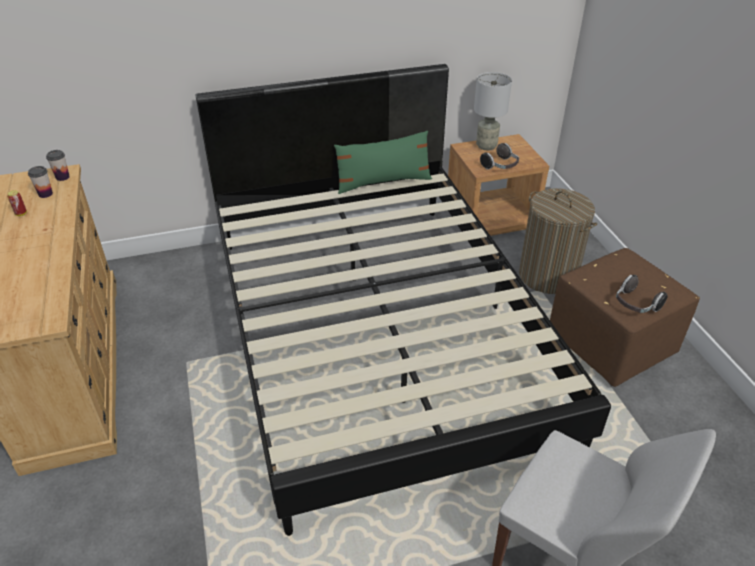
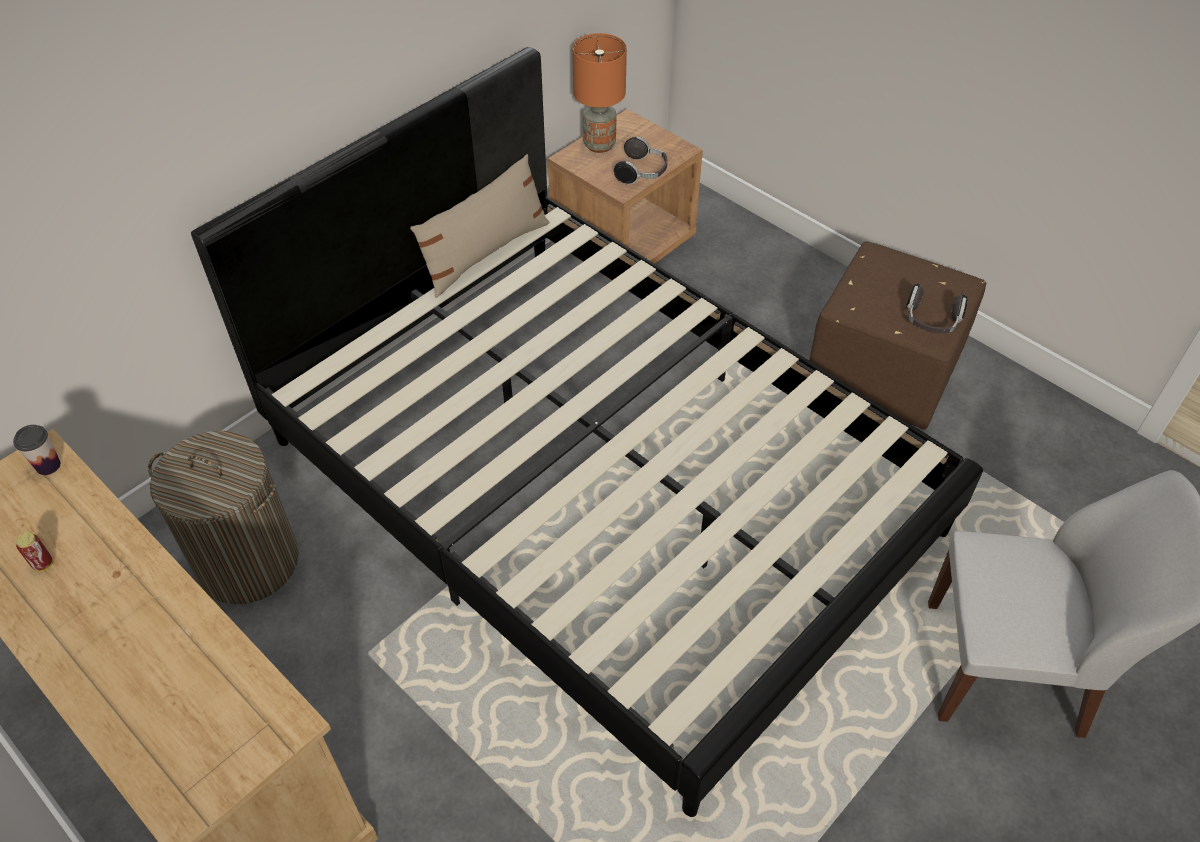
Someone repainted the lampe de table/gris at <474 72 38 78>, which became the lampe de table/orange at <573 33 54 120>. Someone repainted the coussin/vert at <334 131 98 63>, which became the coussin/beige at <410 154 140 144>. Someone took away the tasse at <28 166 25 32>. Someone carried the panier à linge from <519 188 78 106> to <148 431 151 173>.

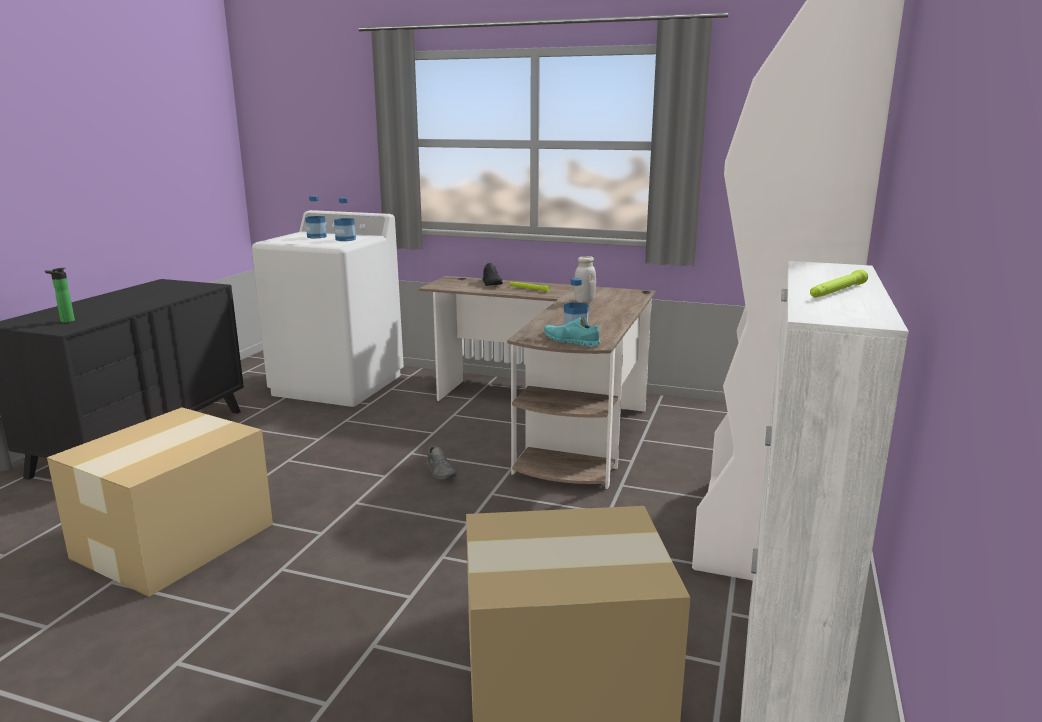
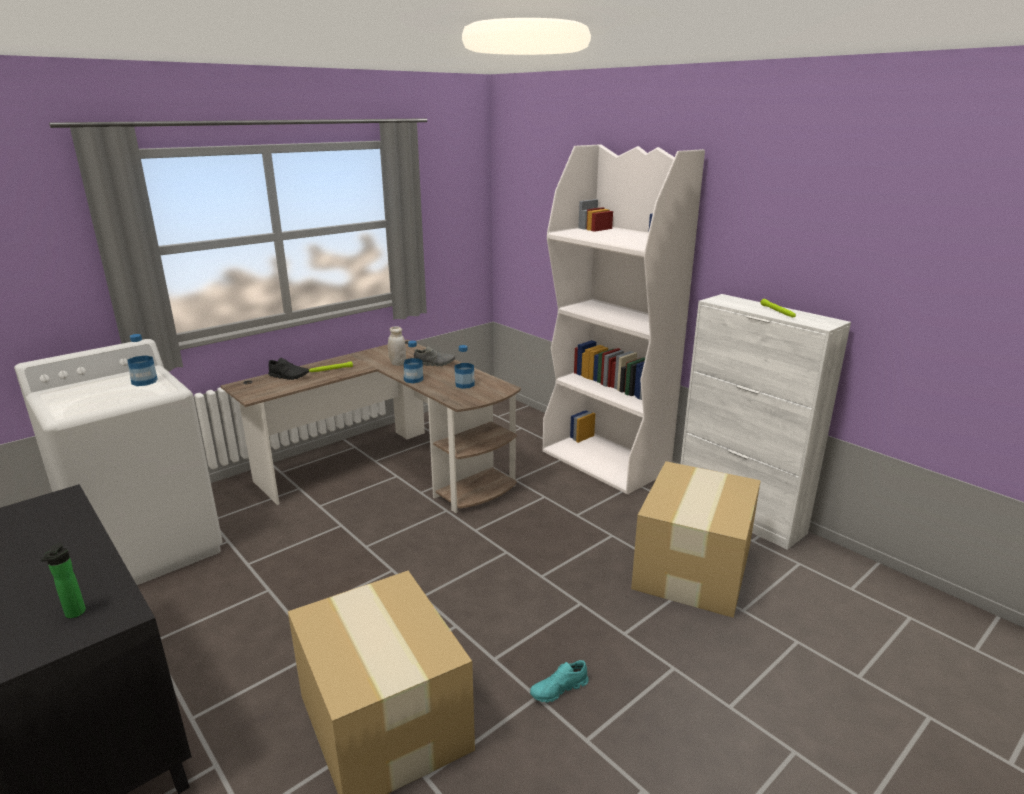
Someone carried the bouteille from <305 196 21 42> to <404 341 19 42>. Someone carried the chaussure/turquoise from <544 317 57 30> to <530 660 59 43>. Someone carried the chaussure/gris from <426 446 31 34> to <414 346 41 20>.

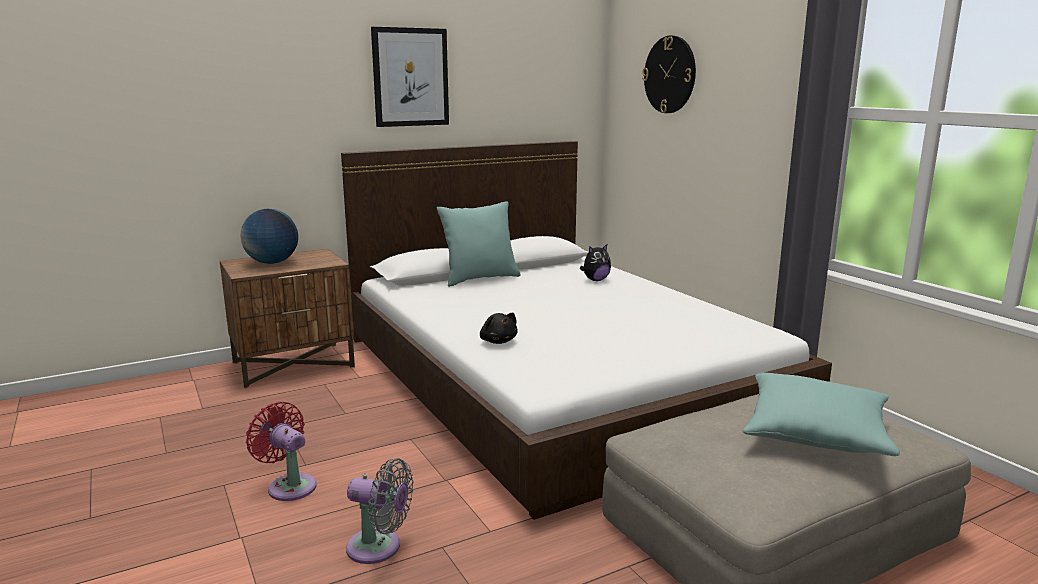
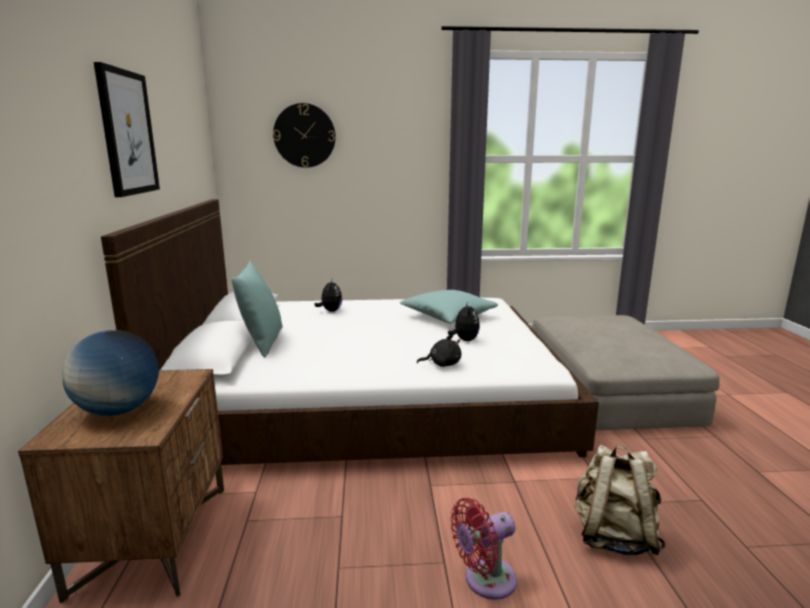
Someone carried the coussin/turquoise from <742 373 158 83> to <400 290 98 34>. Someone swapped the ventilateur/gris at <346 458 67 106> for the sac à dos/beige at <574 445 92 111>. Someone put down the peluche at <448 301 32 40>.

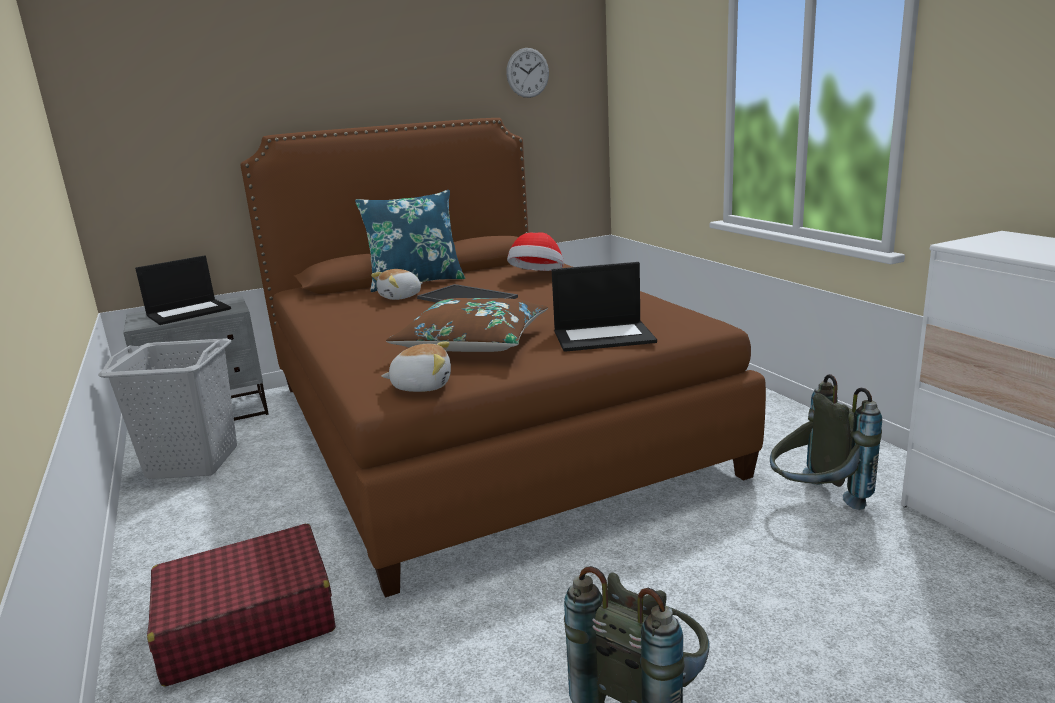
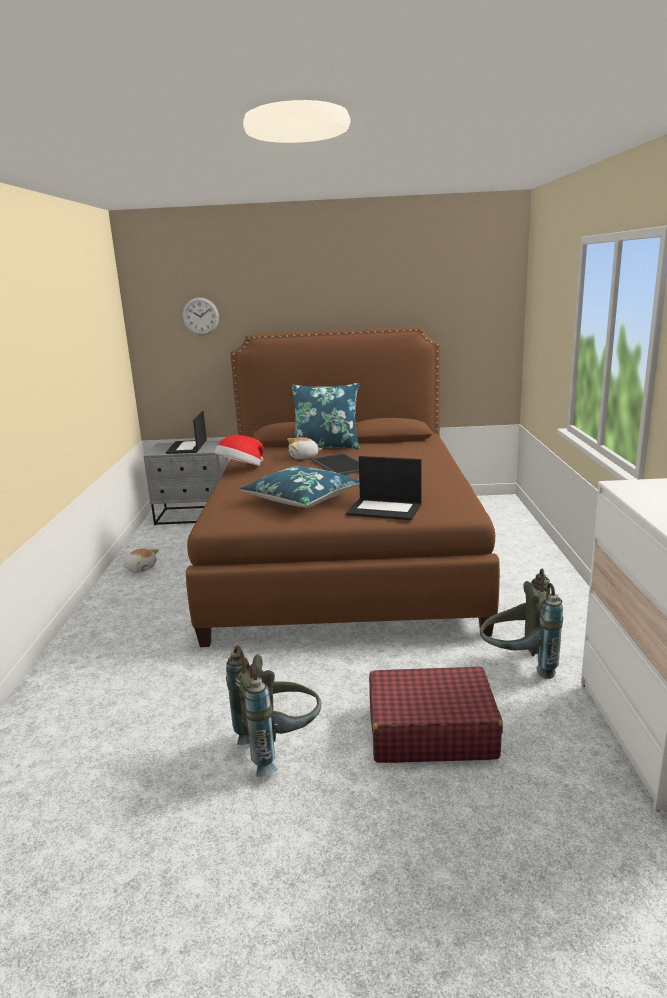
Someone carried the horloge murale from <506 48 43 50> to <183 297 36 38>. Someone carried the chapeau from <507 232 56 39> to <214 435 50 31>. Someone rotated the ordinateur portable at <135 255 96 70> by 105 degrees clockwise. Someone repainted the coussin/marron at <386 298 162 54>, which became the coussin/bleu at <240 466 119 42>. Someone took away the panier à linge/gris at <98 338 139 141>. Someone carried the peluche from <381 341 70 51> to <124 548 35 25>. Someone carried the valise/rouge from <147 524 189 162> to <369 666 134 97>.

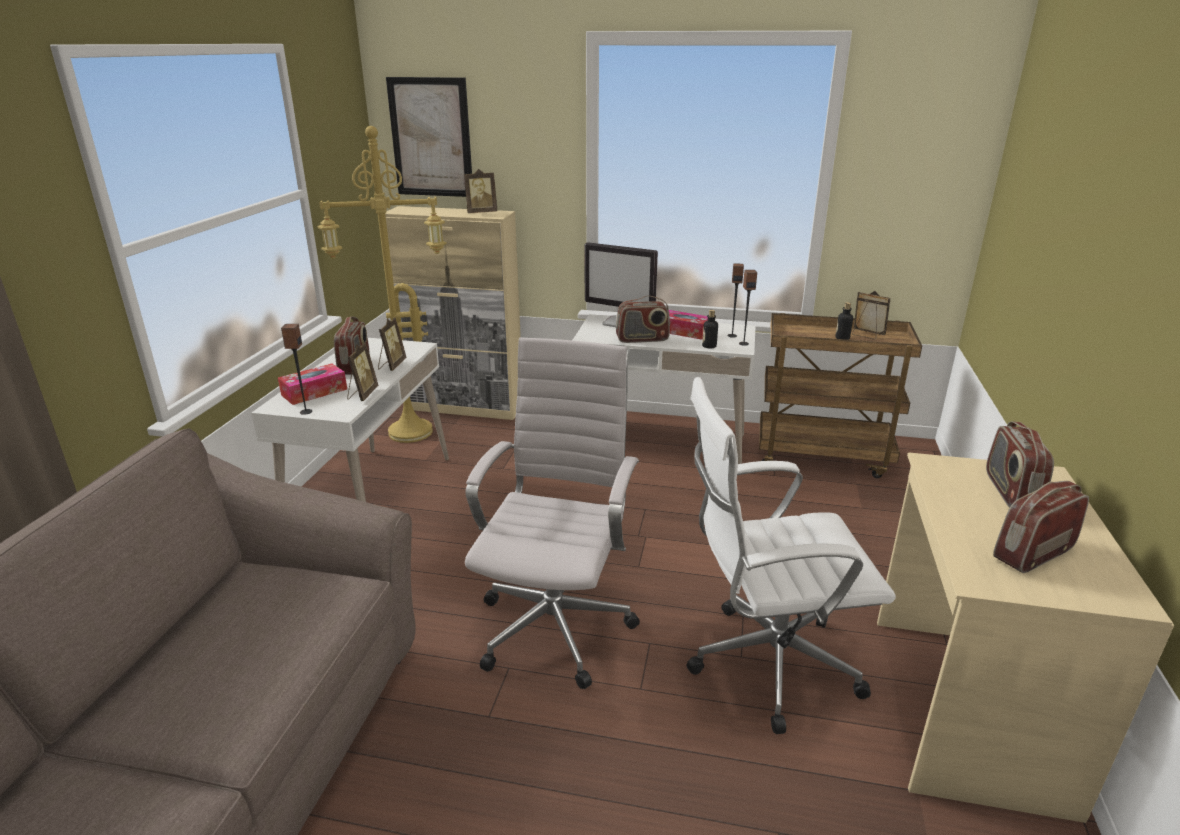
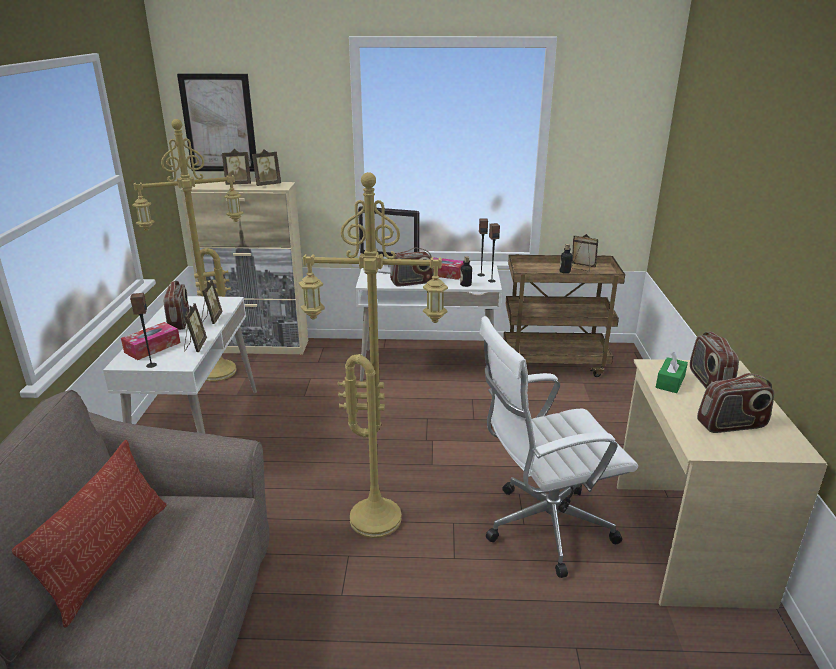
Someone swapped the chaise de bureau/blanc at <465 337 175 352> for the lampadaire/jaune at <299 172 149 366>. Someone rotated the radio at <993 481 96 92> by 150 degrees counterclockwise. Someone put down the cadre photo at <222 149 29 36>. Someone put down the boîte à mouchoirs/vert at <656 352 32 41>. Someone put down the coussin at <12 440 154 187>.

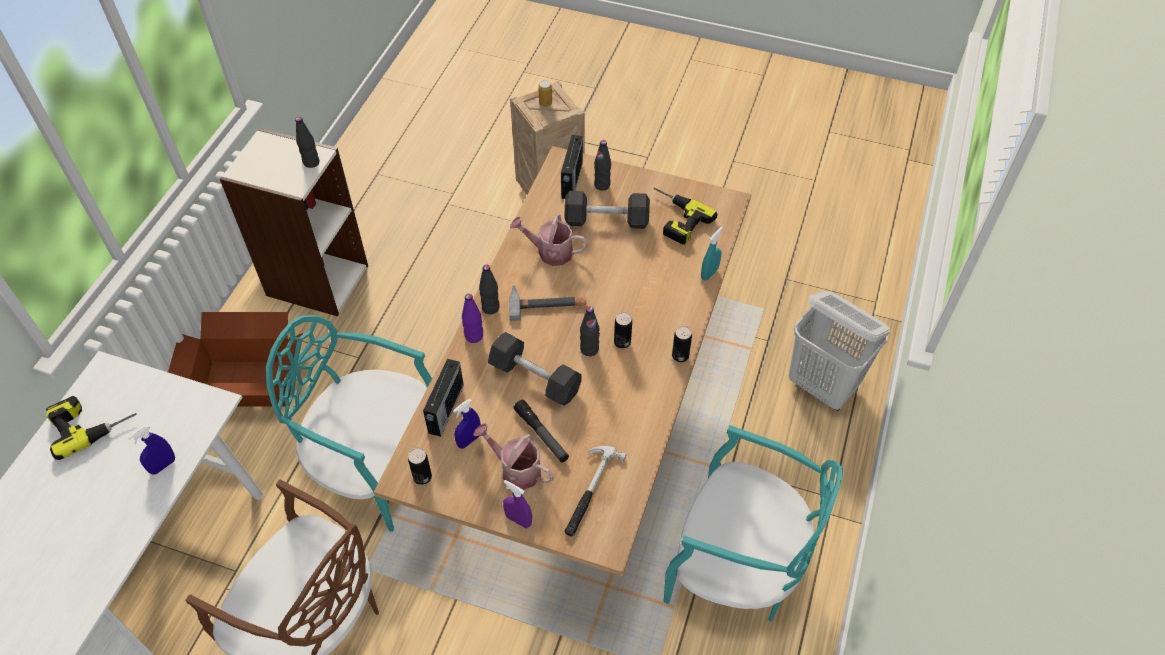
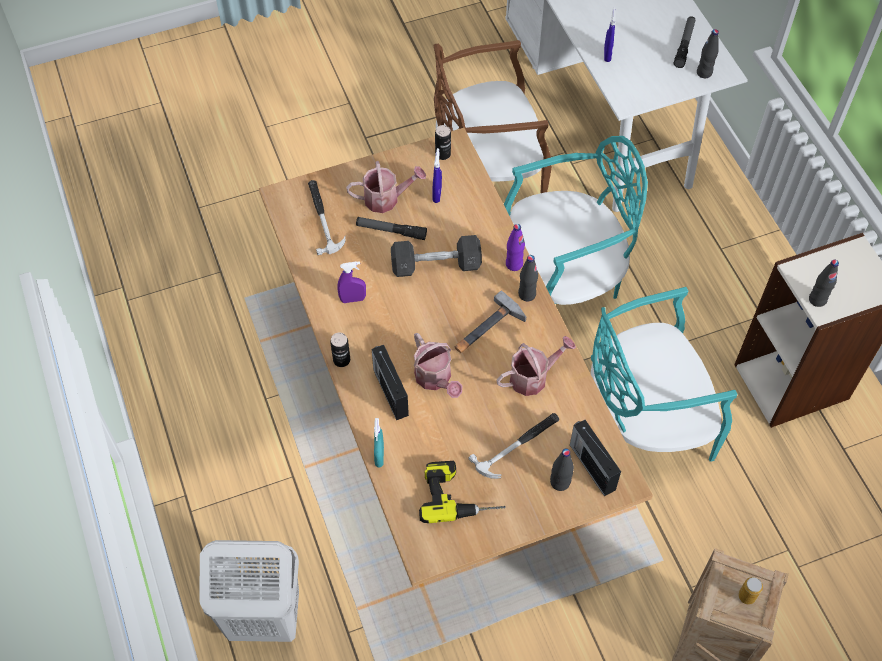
Someone swapped the haltère/gris at <565 191 85 38> for the marteau at <468 413 91 66>. Someone carried the bouteille/noir from <580 306 20 50> to <697 29 22 49>. Someone took away the carton at <168 312 135 94>. Someone took away the boîte métallique at <614 312 18 36>. Someone carried the radio from <423 359 41 78> to <372 345 37 75>. Someone swapped the perceuse at <46 396 91 64> for the lampe de poche at <674 16 22 52>. Someone carried the chaise/turquoise from <664 425 179 197> to <591 287 147 175>. Someone carried the vaporisateur/violet from <503 480 29 48> to <337 261 29 42>. Someone put down the arrosoir at <413 333 49 65>.

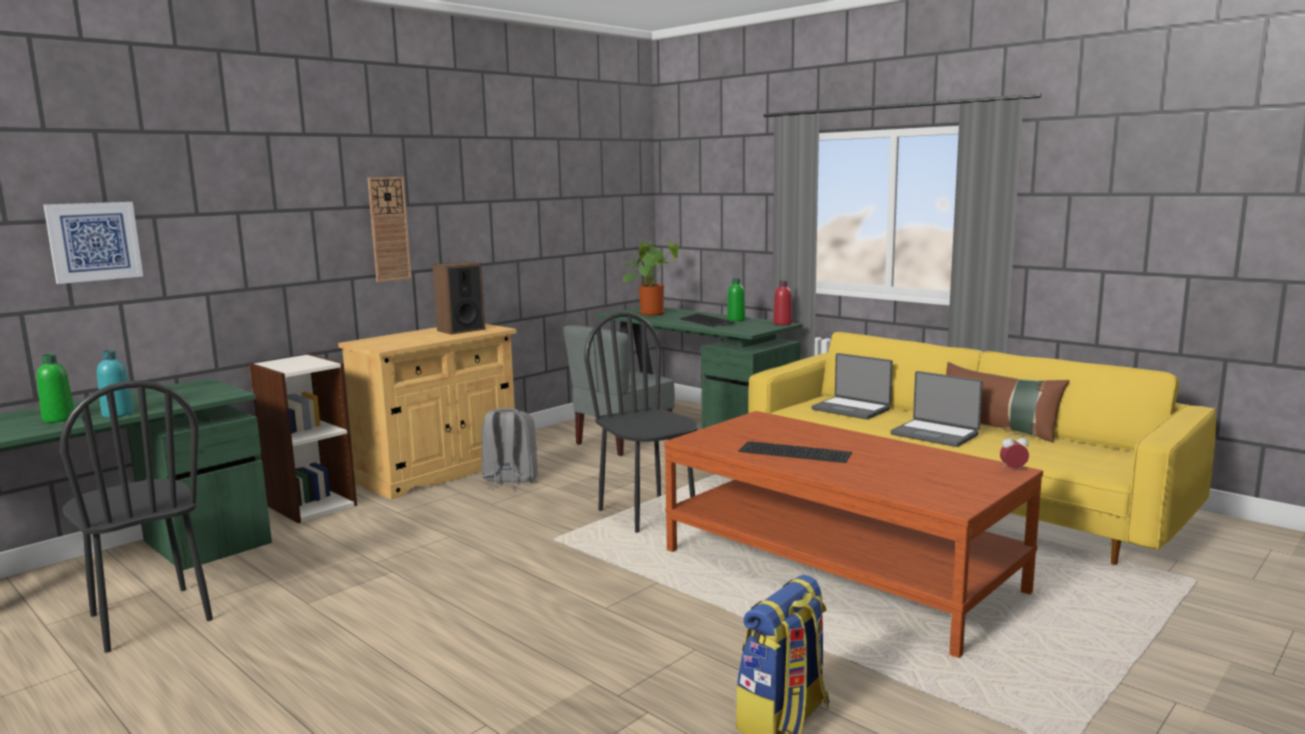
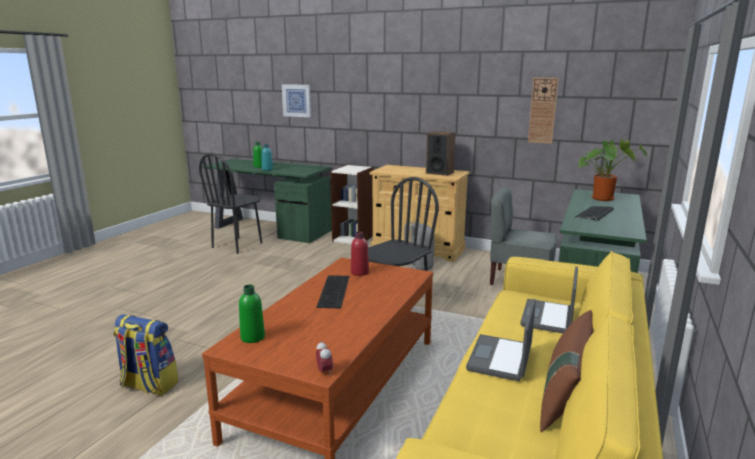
Someone carried the horloge murale from <368 177 44 105> to <528 78 31 66>. Someone carried the bouteille/vert from <727 278 18 43> to <239 285 26 58>. Someone carried the bouteille/rouge from <773 281 19 44> to <351 232 18 44>.

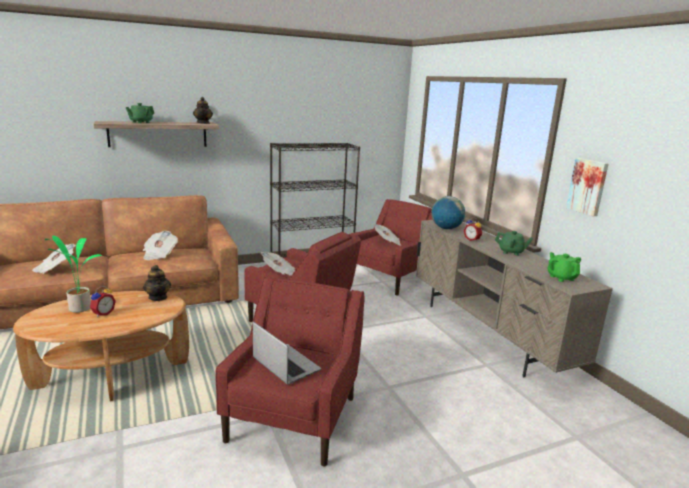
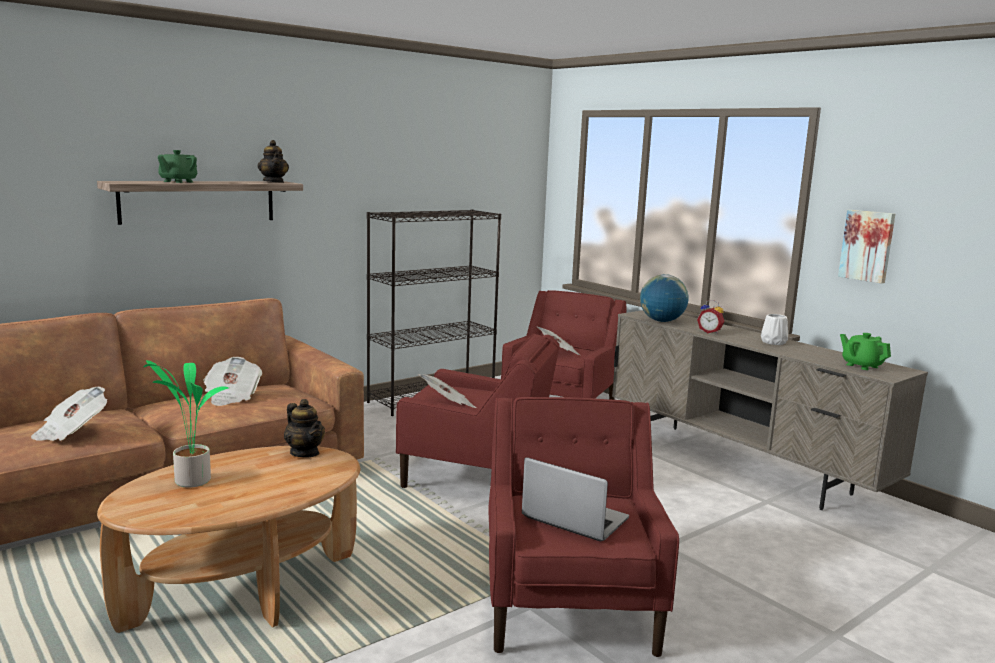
Someone swapped the théière/vert at <495 231 38 25> for the vase/blanc at <761 314 27 31>. Someone took away the réveil at <90 286 26 31>.

